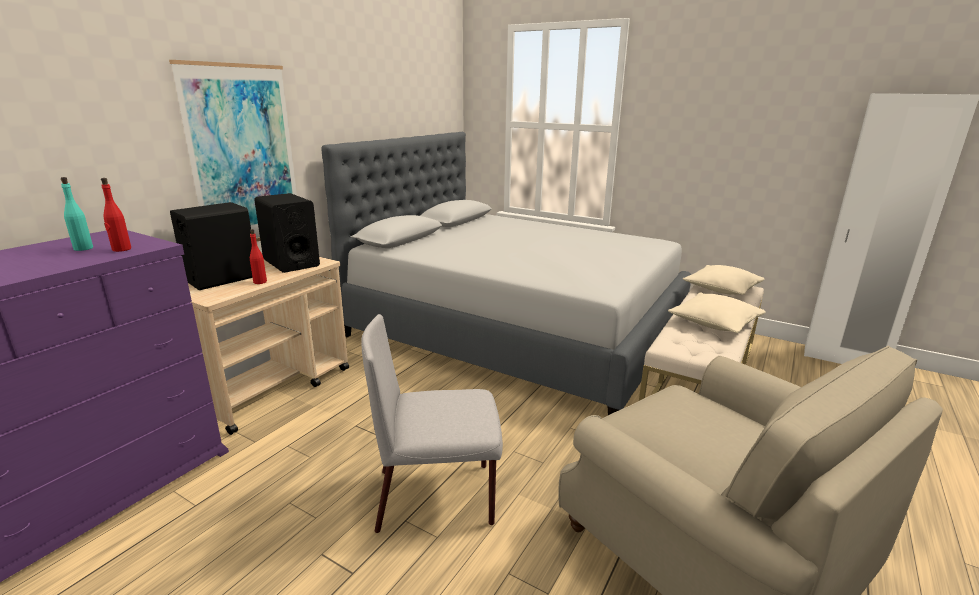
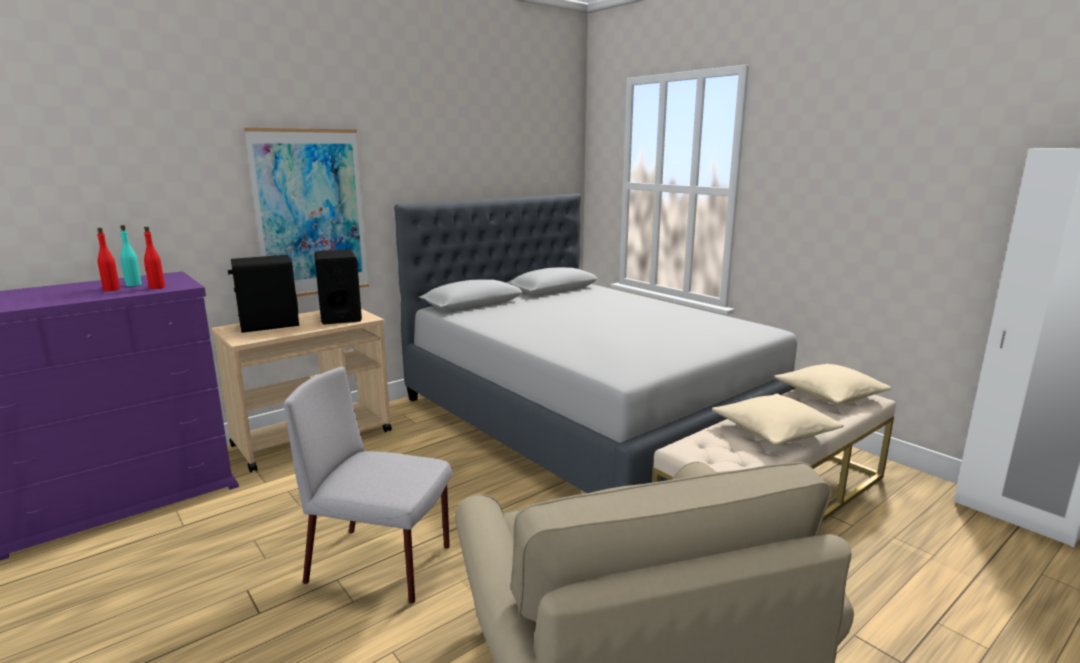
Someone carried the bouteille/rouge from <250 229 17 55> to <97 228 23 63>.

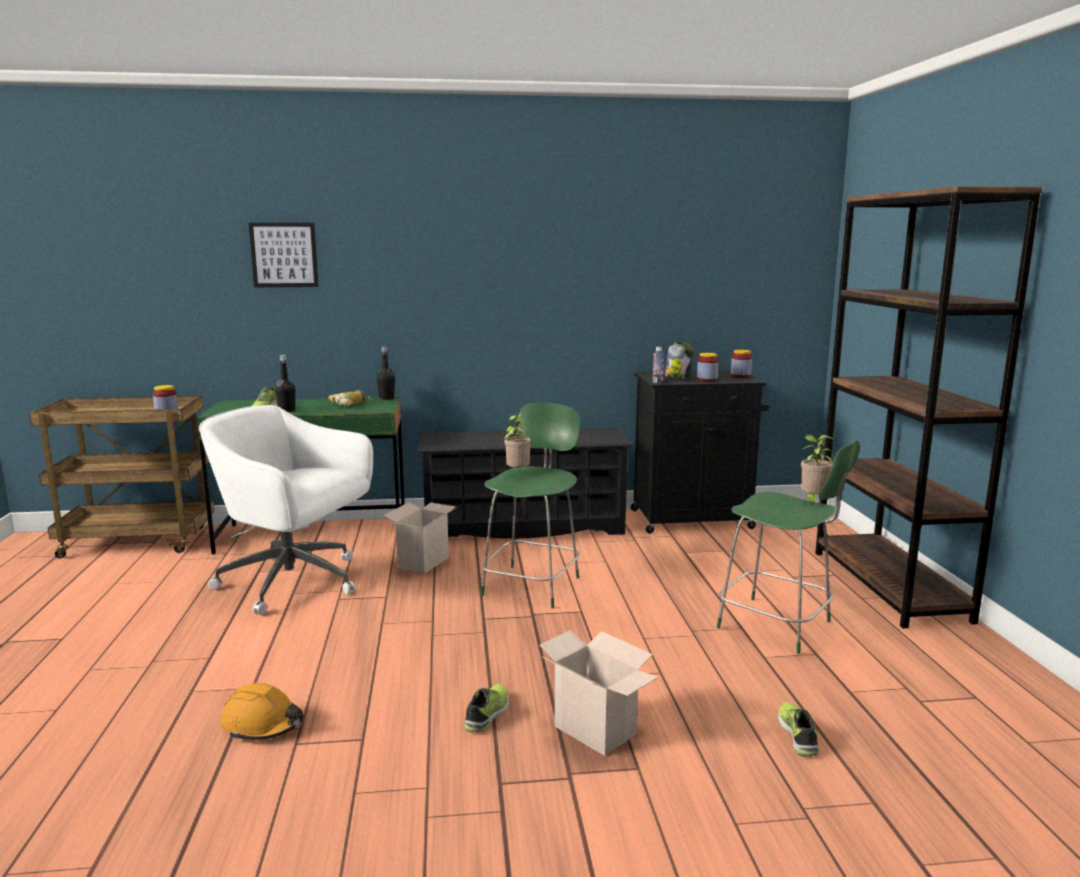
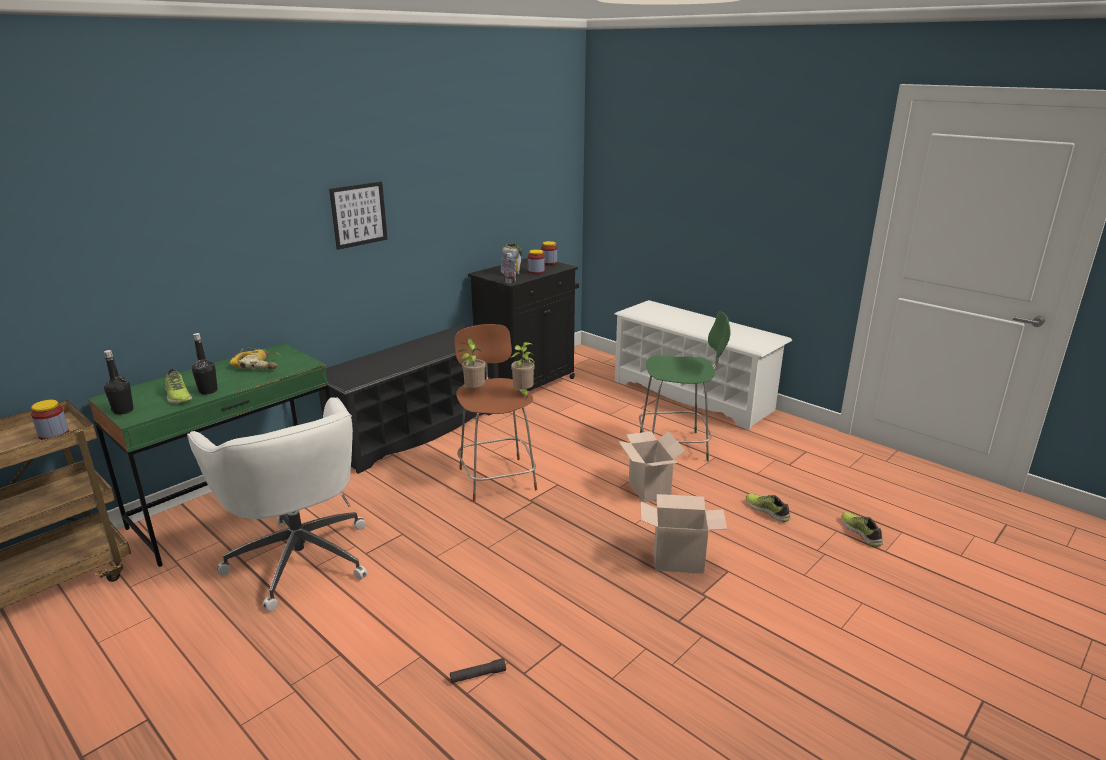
Someone swapped the bibliothèque/marron at <815 186 228 442> for the étagère à chaussures/blanc at <615 300 177 130>. Someone carried the tableau from <249 223 70 64> to <329 182 59 68>. Someone carried the bouteille/noir from <377 346 18 54> to <104 350 30 65>. Someone repainted the tabouret/vert at <481 403 99 205>, which became the tabouret/marron at <454 324 83 178>. Someone rotated the chaise de bureau/blanc at <199 405 174 210> by 105 degrees counterclockwise. Someone carried the plante en pot from <801 435 33 70> to <511 342 24 57>. Someone carried the carton from <383 502 74 72> to <618 431 67 72>. Someone swapped the casque de chantier/orange at <221 683 83 57> for the lampe de poche/noir at <450 658 56 25>. Someone carried the chaussure from <464 684 45 49> to <841 512 42 35>.

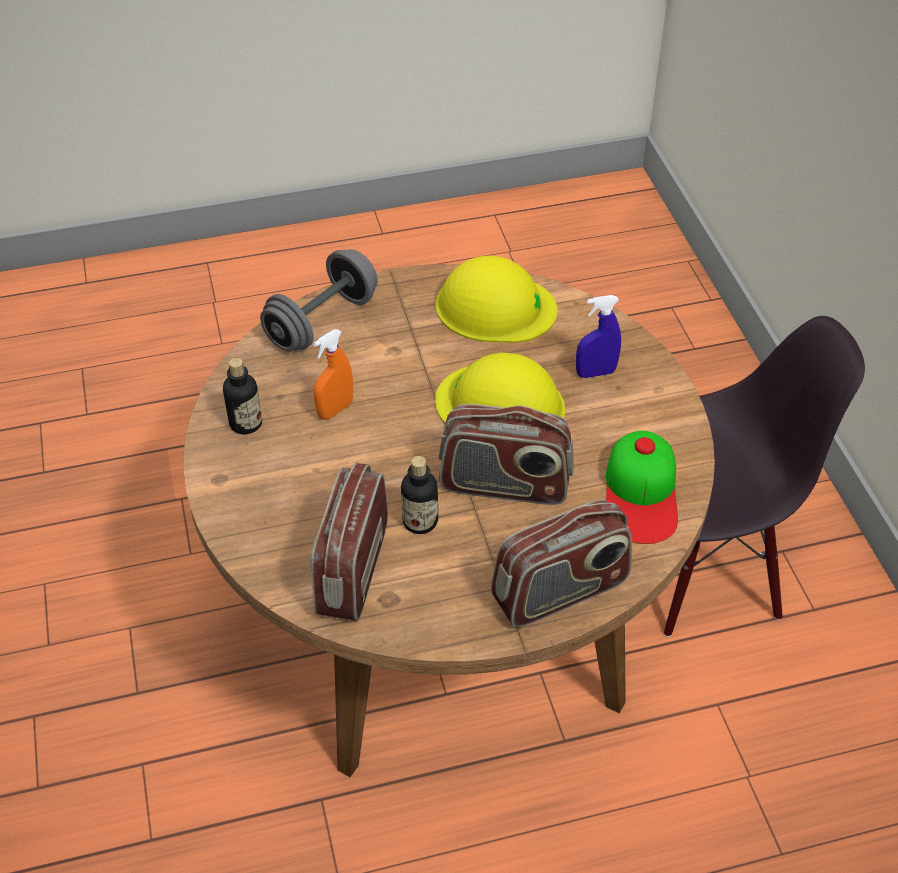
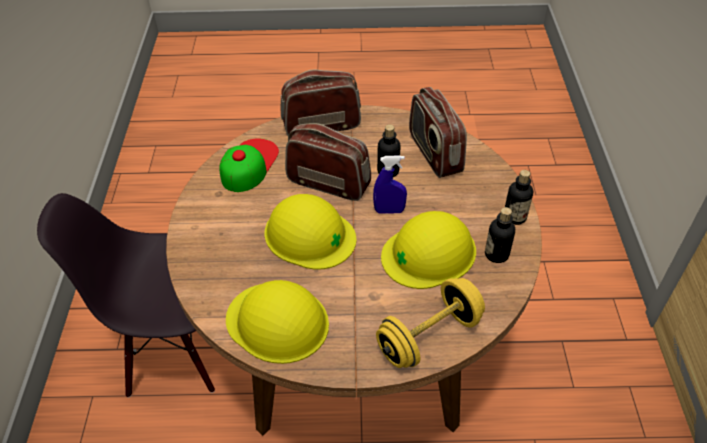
Someone repainted the haltère/gris at <260 249 118 102>, which became the haltère/jaune at <376 278 109 90>. Someone carried the vaporisateur/bleu from <576 295 45 83> to <373 155 34 59>. Someone swapped the vaporisateur/orange at <313 329 40 91> for the casque de chantier/jaune at <381 211 95 78>. Someone rotated the radio at <310 463 78 158> by 135 degrees clockwise. Someone put down the bouteille at <505 170 28 55>.

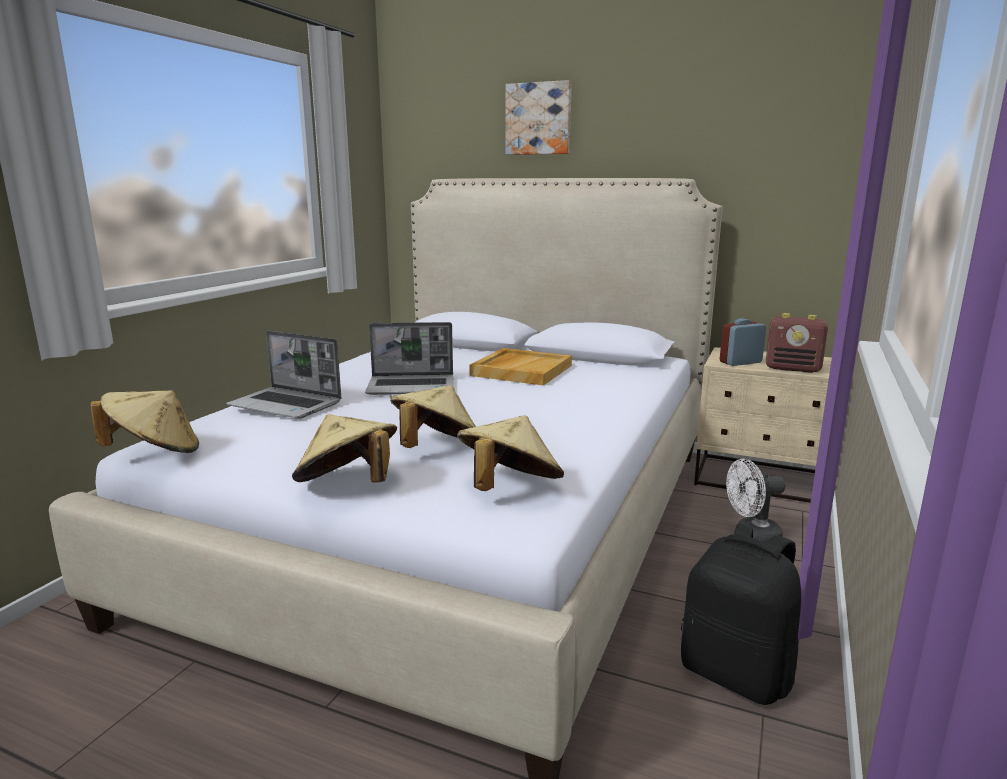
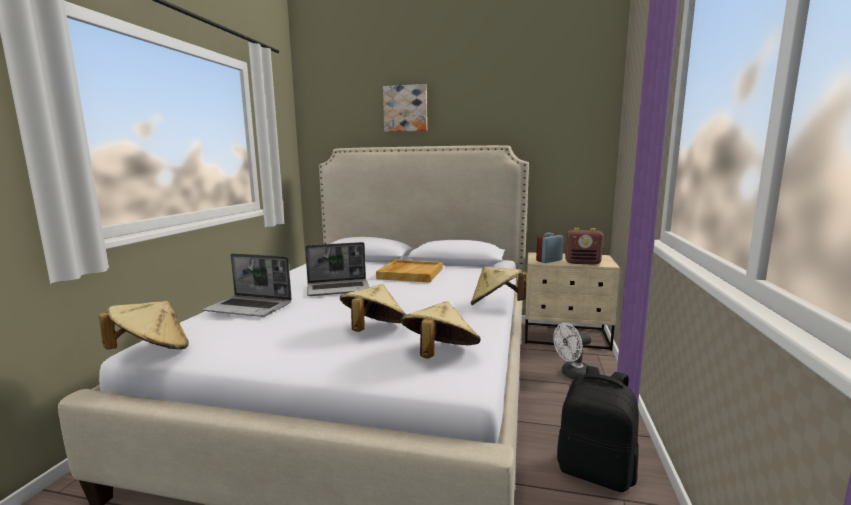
Someone carried the chapeau/beige from <292 414 105 68> to <471 267 56 38>.

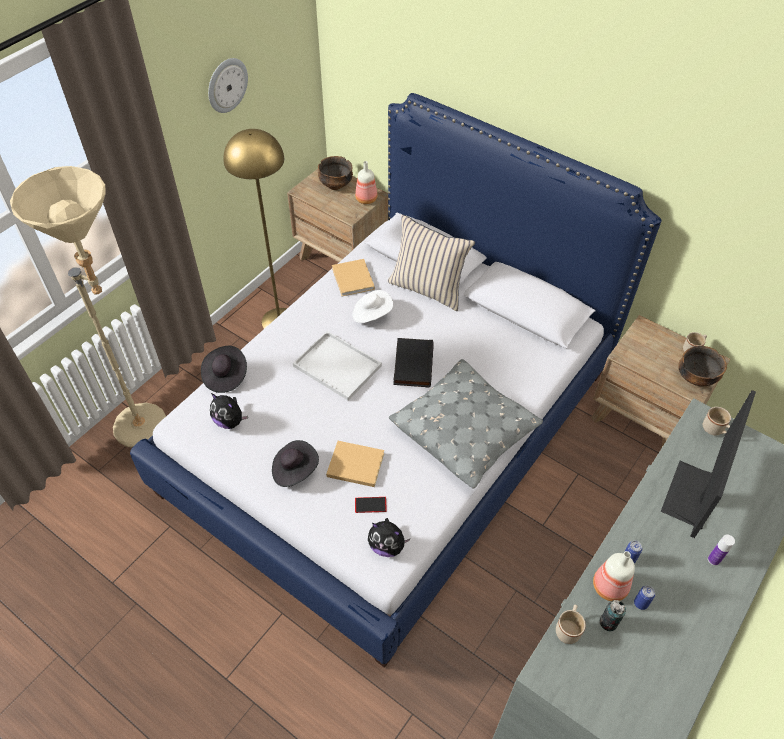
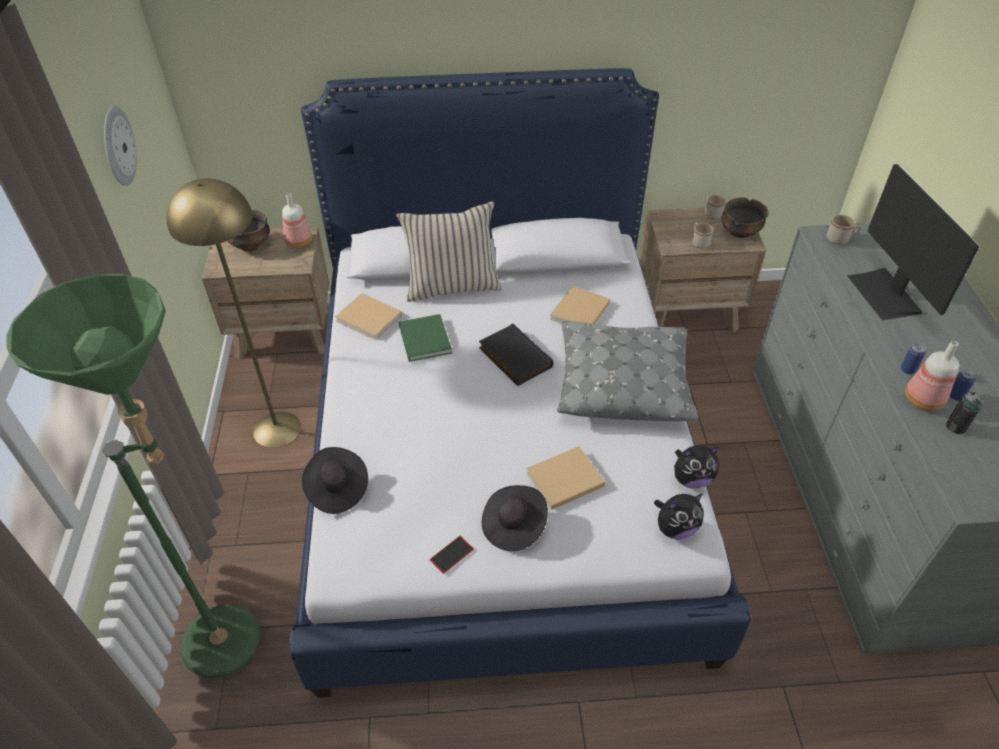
Someone repainted the lampadaire/beige at <10 166 156 282>, which became the lampadaire/vert at <7 274 253 404>. Someone swapped the chapeau/blanc at <353 290 40 33> for the livre/vert at <399 314 53 48>. Someone took away the plateau/blanc at <293 331 89 70>. Someone carried the peluche from <210 393 38 36> to <674 445 45 44>. Someone carried the téléphone from <355 497 32 16> to <430 536 44 38>. Someone took away the bouteille at <708 535 27 31>. Someone carried the mug/beige from <556 605 30 39> to <692 222 22 27>. Someone put down the livre/beige at <550 286 60 38>.

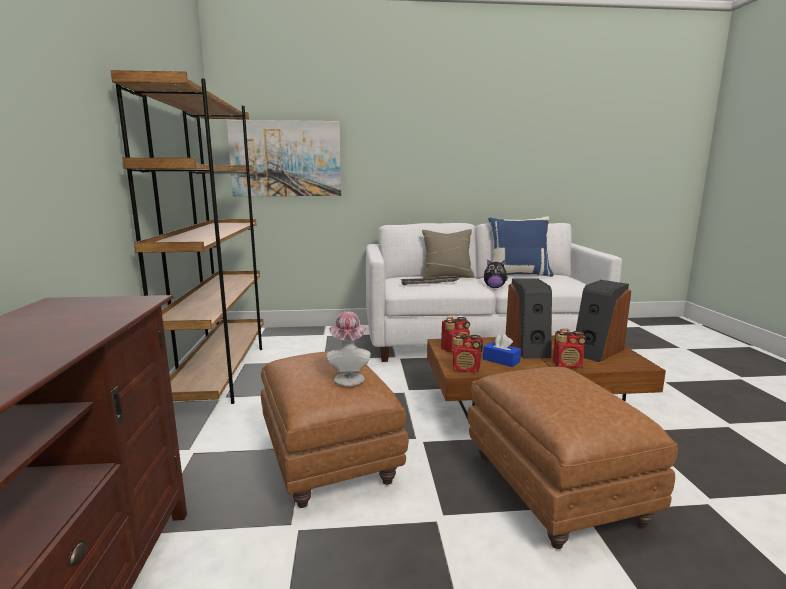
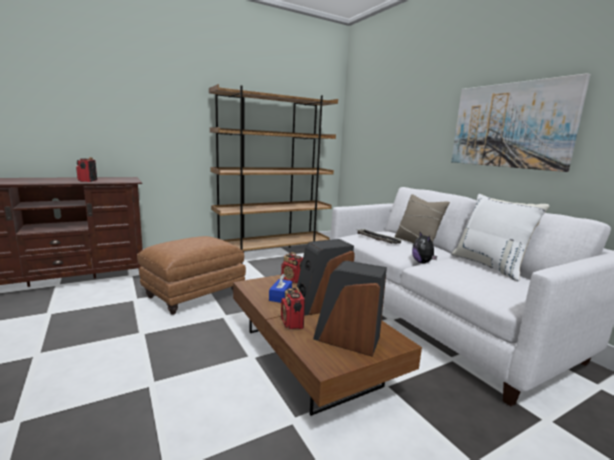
Someone carried the tableau from <226 120 115 76> to <451 73 140 99>. Someone repainted the coussin/bleu at <488 217 66 60>, which became the coussin/blanc at <451 194 99 88>. Someone took away the chapeau at <326 311 45 75>. Someone carried the radio from <453 332 30 41> to <76 157 21 25>. Someone took away the pouf/marron at <468 367 210 182>.

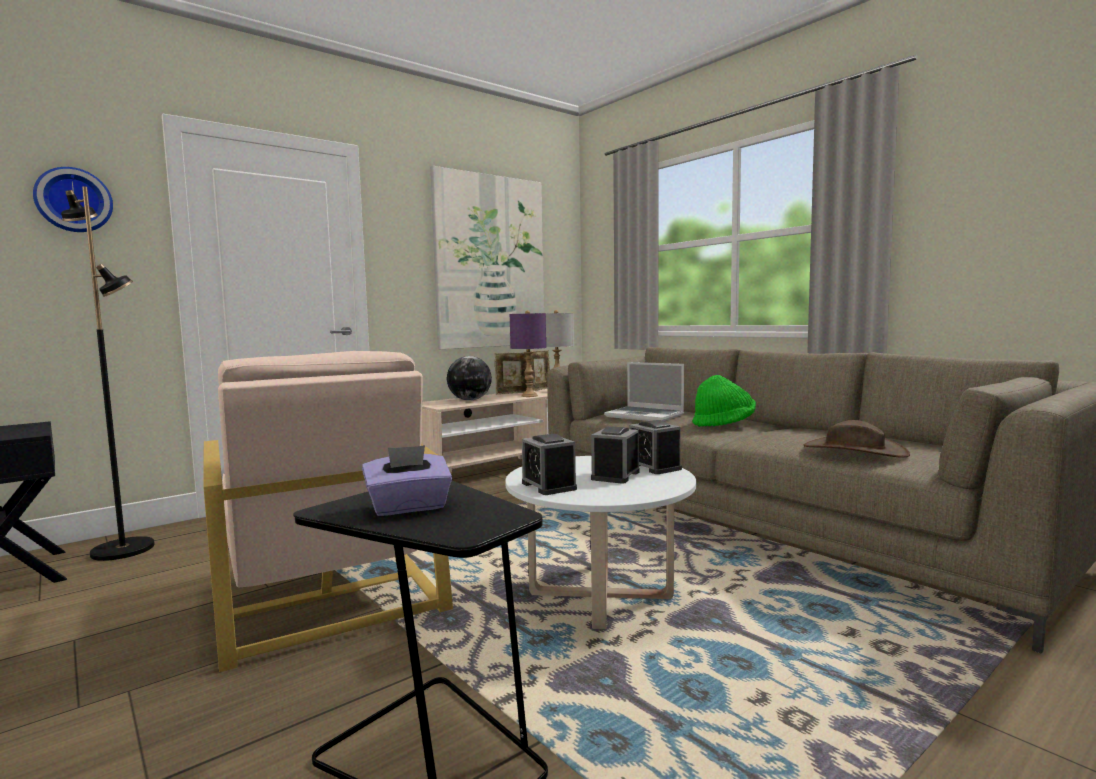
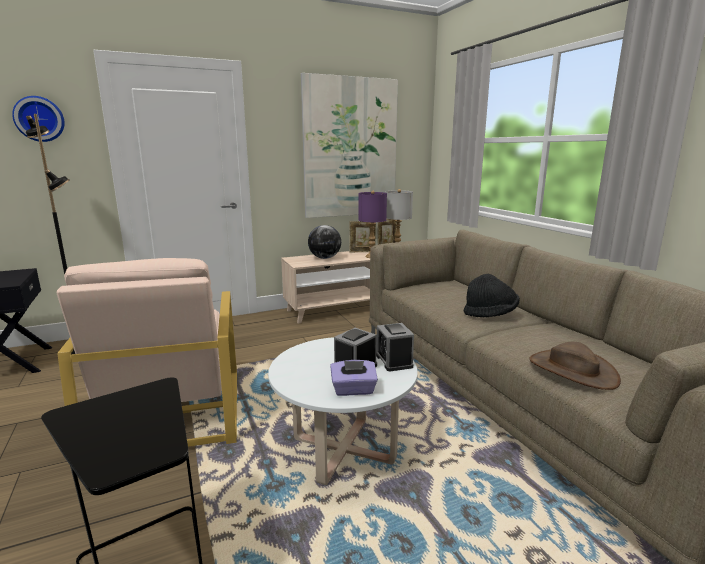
Someone took away the ordinateur portable at <604 362 80 59>. Someone repainted the chapeau/vert at <692 375 64 52>, which became the chapeau/noir at <464 274 56 44>. Someone took away the réveil at <522 434 55 61>. Someone carried the boîte à mouchoirs/violet from <362 445 90 71> to <330 360 48 36>.

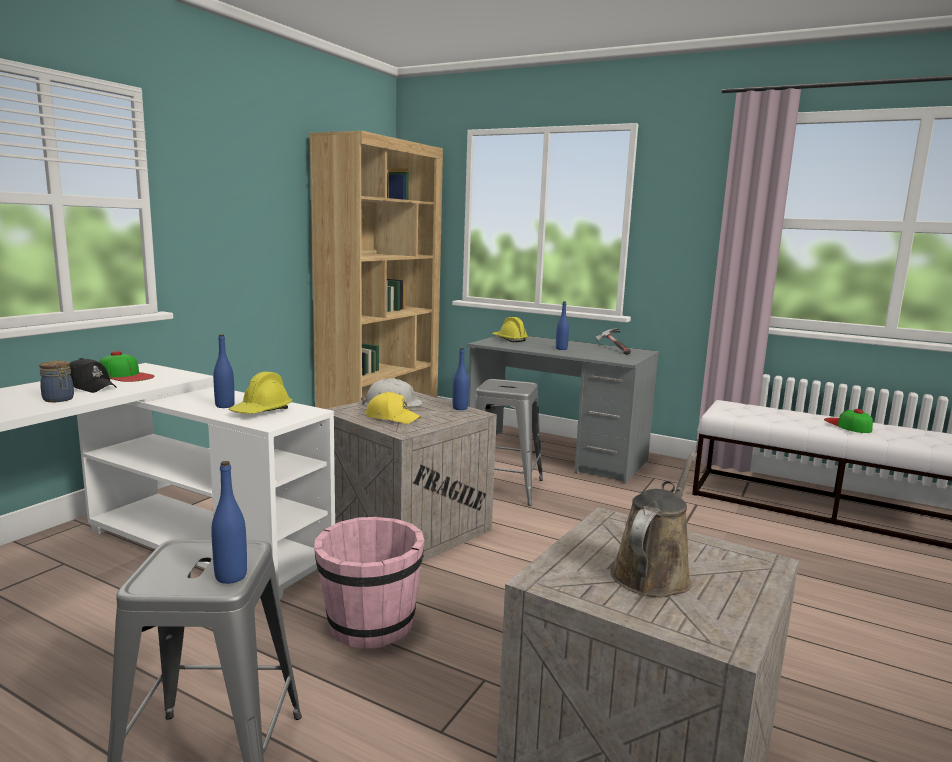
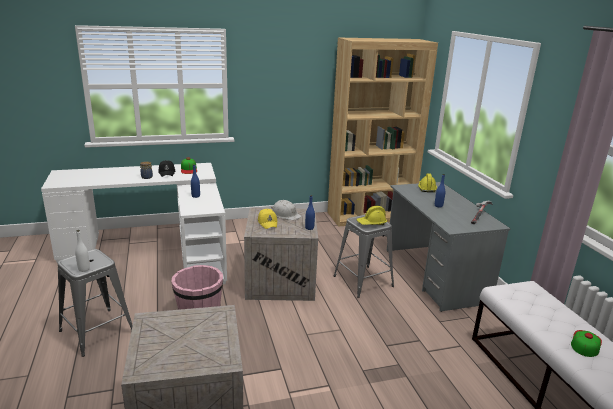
Someone carried the casque de chantier/jaune from <229 372 64 42> to <356 206 31 19>. Someone took away the arrosoir/marron at <610 452 86 145>. Someone repainted the bouteille/bleu at <211 461 36 123>, which became the bouteille/blanc at <75 230 15 42>.

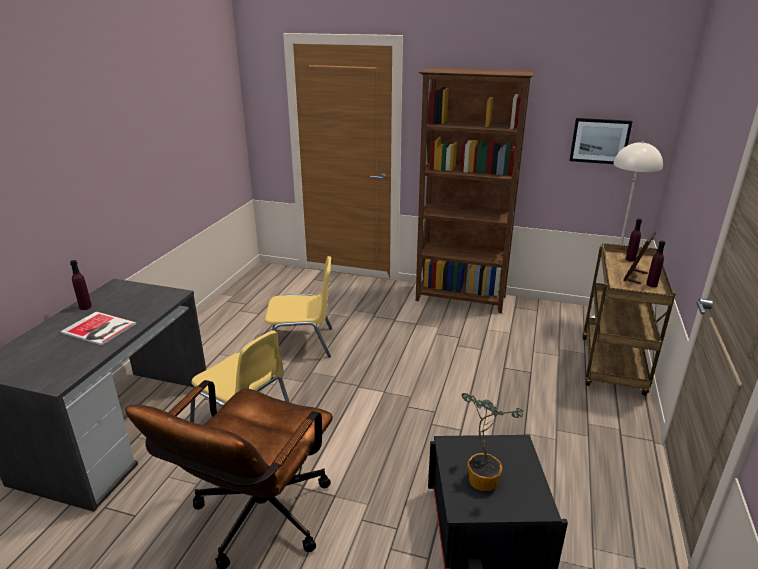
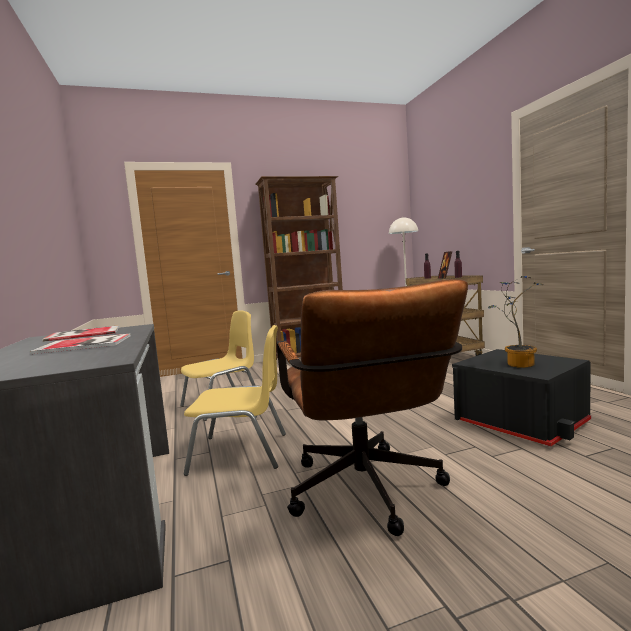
Someone took away the tableau at <569 118 64 46>. Someone took away the bouteille/violet at <70 260 22 50>. Someone put down the livre at <43 325 76 17>.

